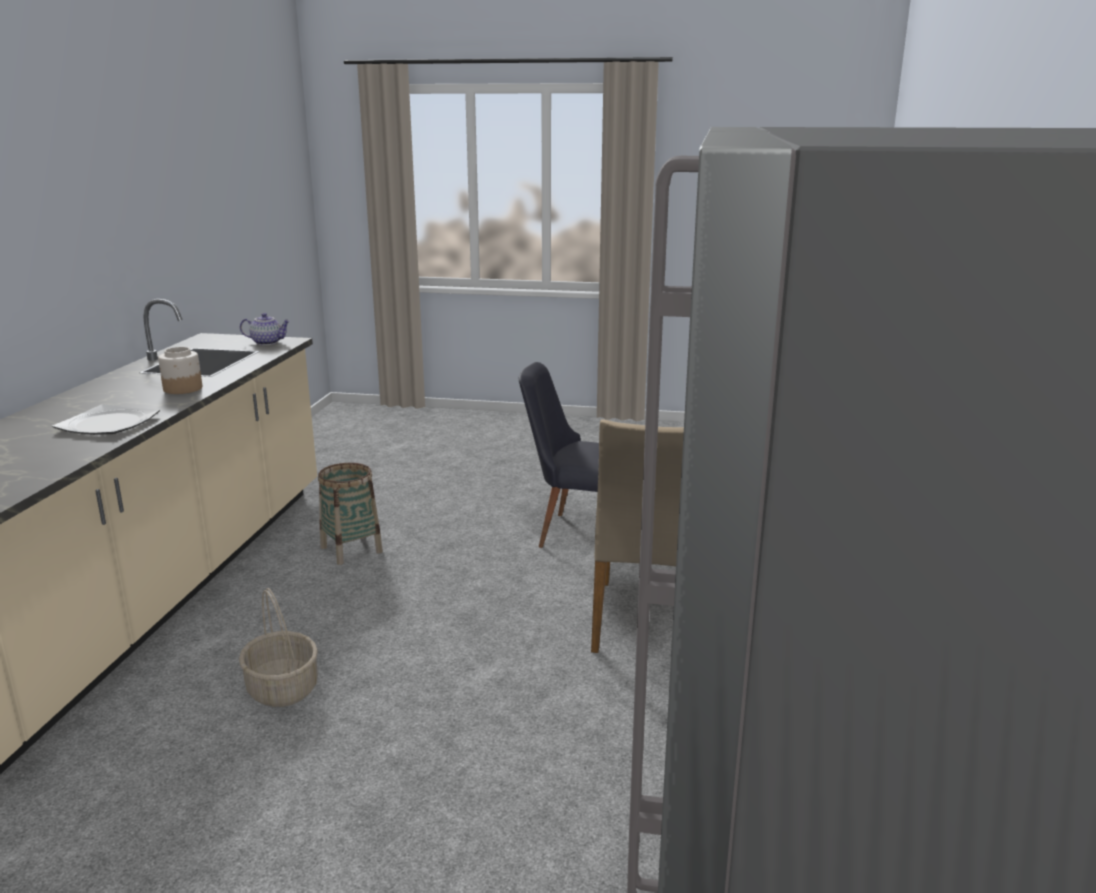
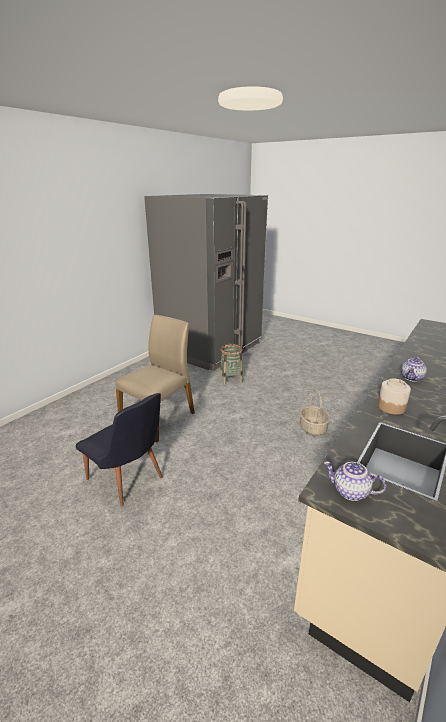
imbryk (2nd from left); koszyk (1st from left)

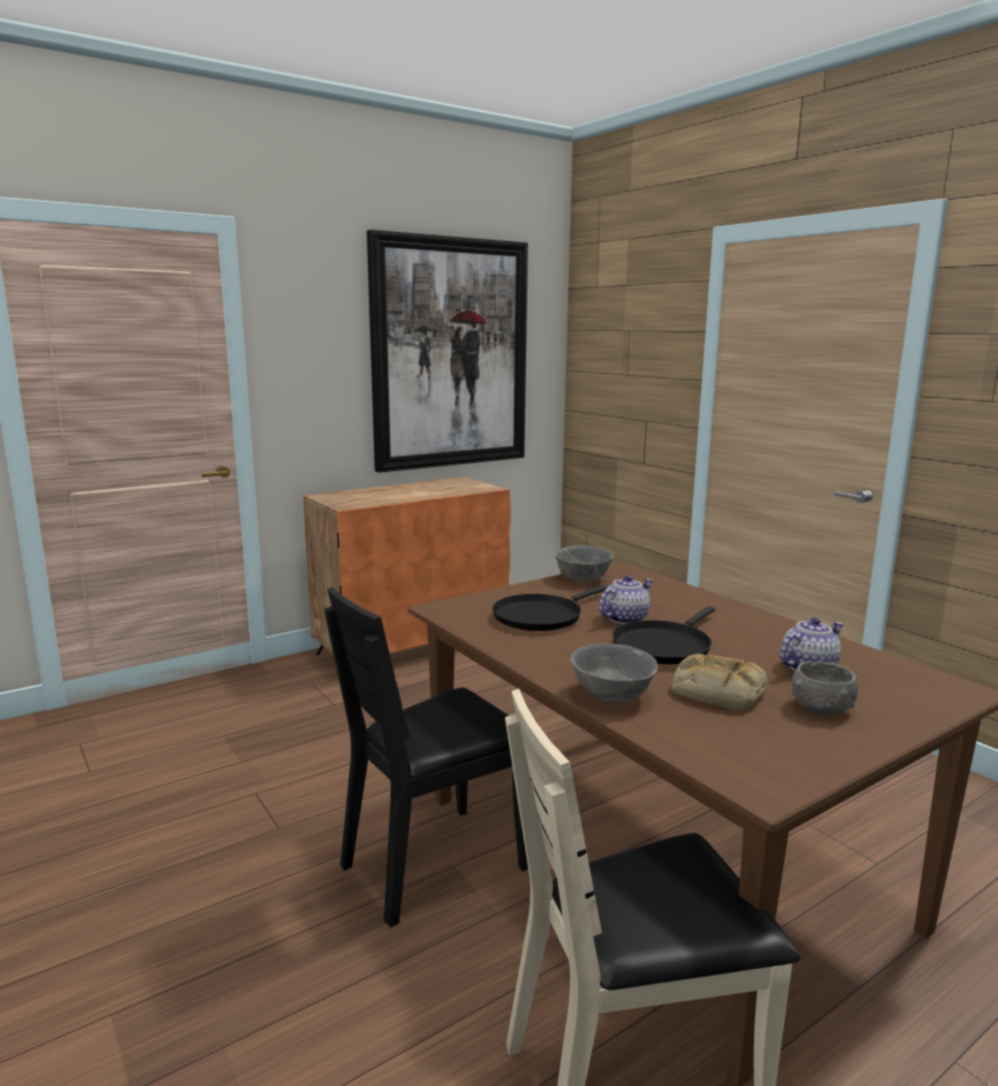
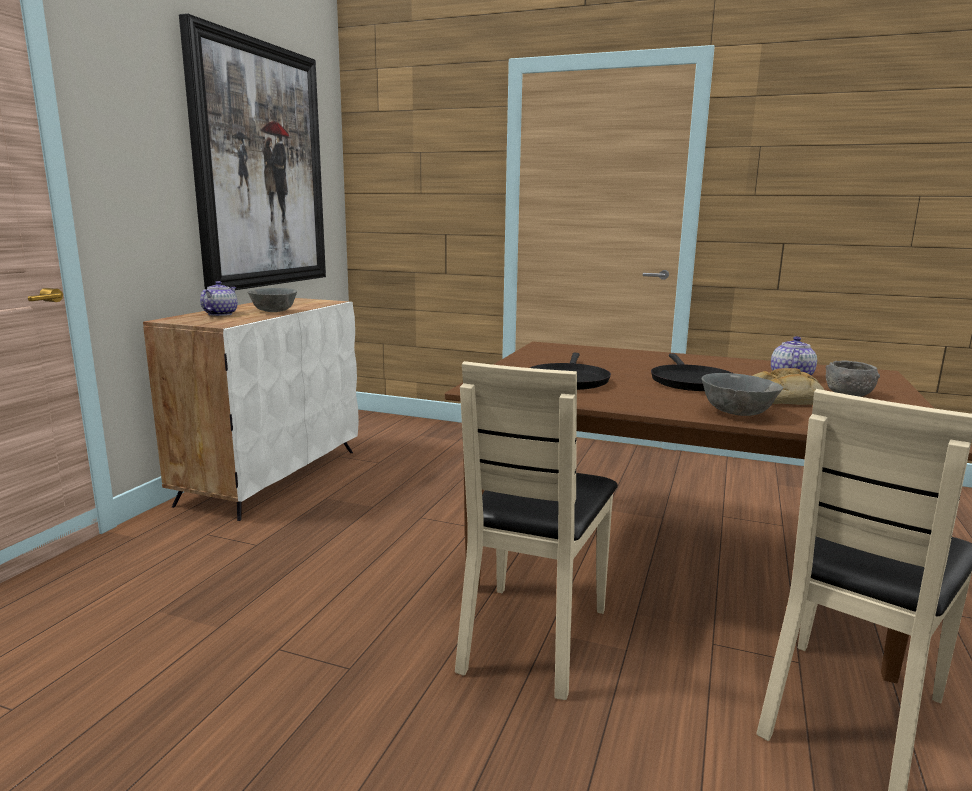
szafka [biały]; krzesło [beżowy] (1st from left); miska [szary] (1st from left); imbryk (1st from left)

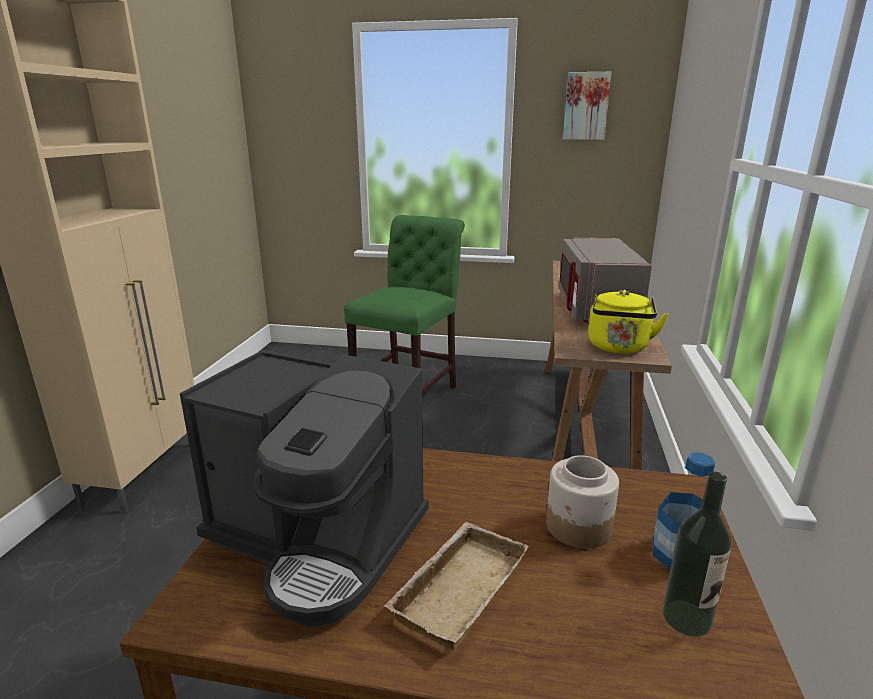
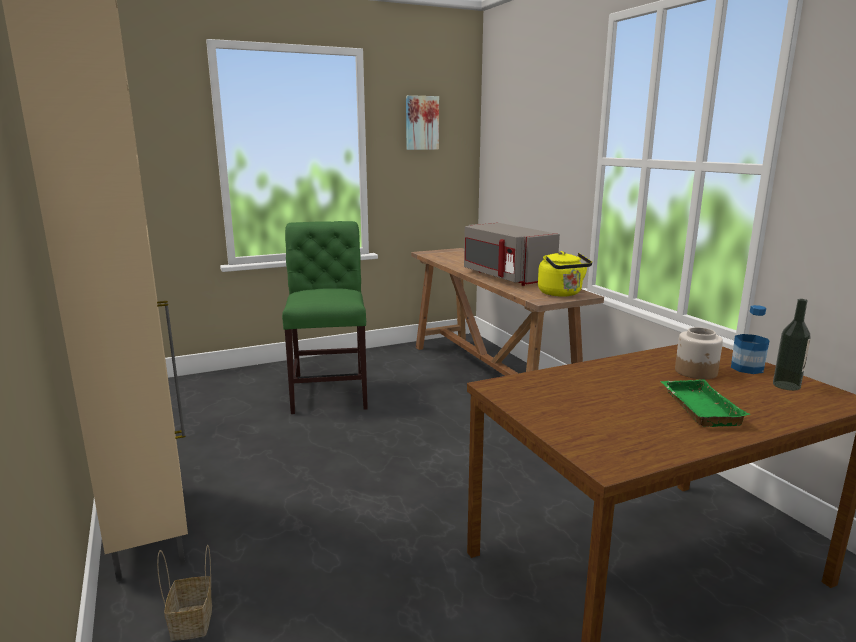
ekspres do kawy; taca [zielony]; koszyk

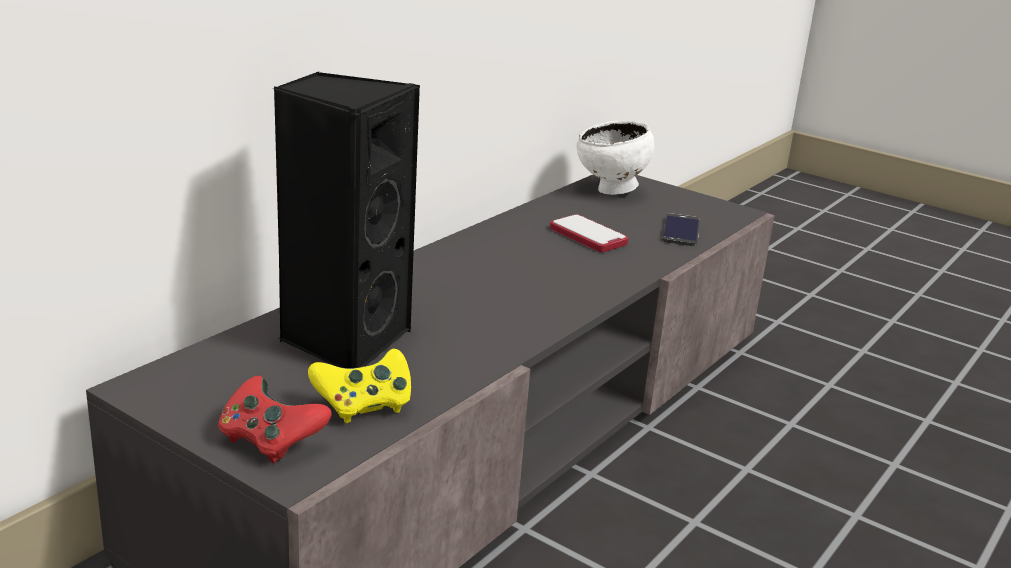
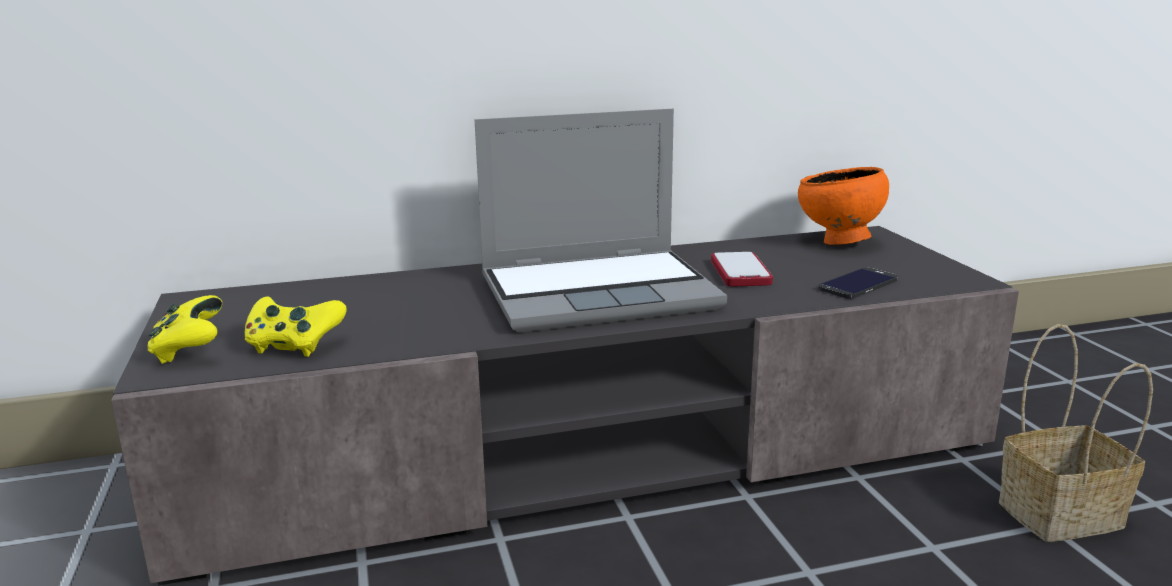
pad do gier [żółty] (1st from left); głośnik [czarny]; miska [pomarańczowy]; laptop; koszyk

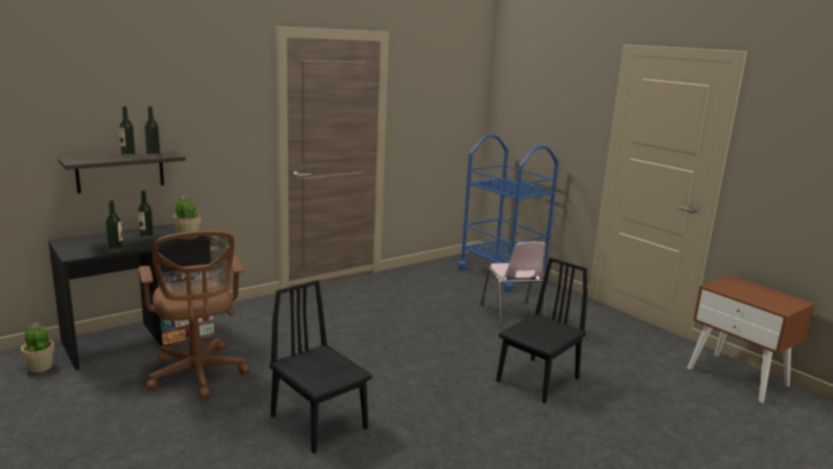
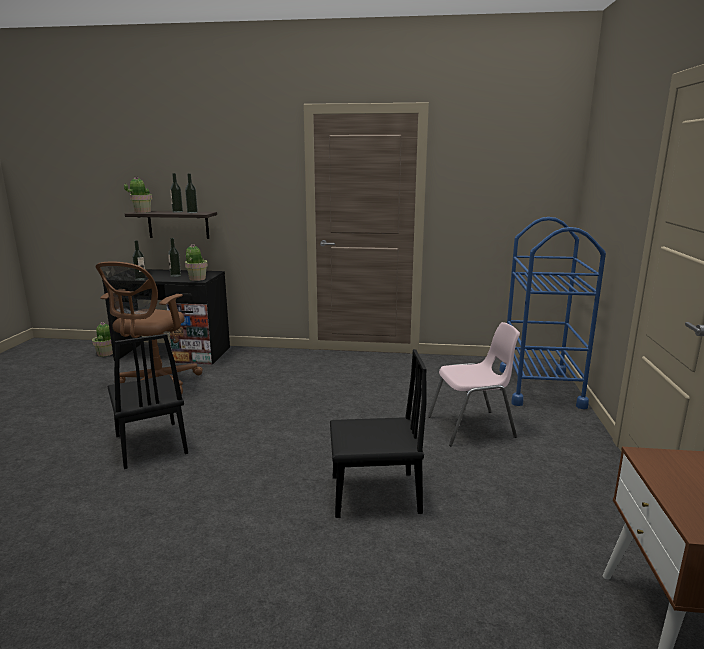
krzesło [czarny] (1st from left); krzesło [różowy]; roślina doniczkowa (2nd from left)

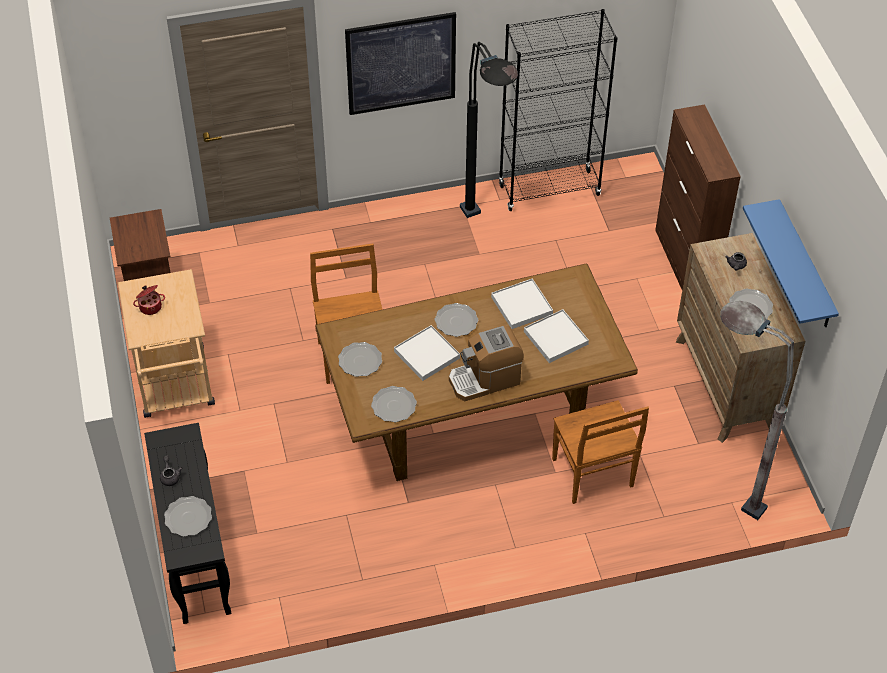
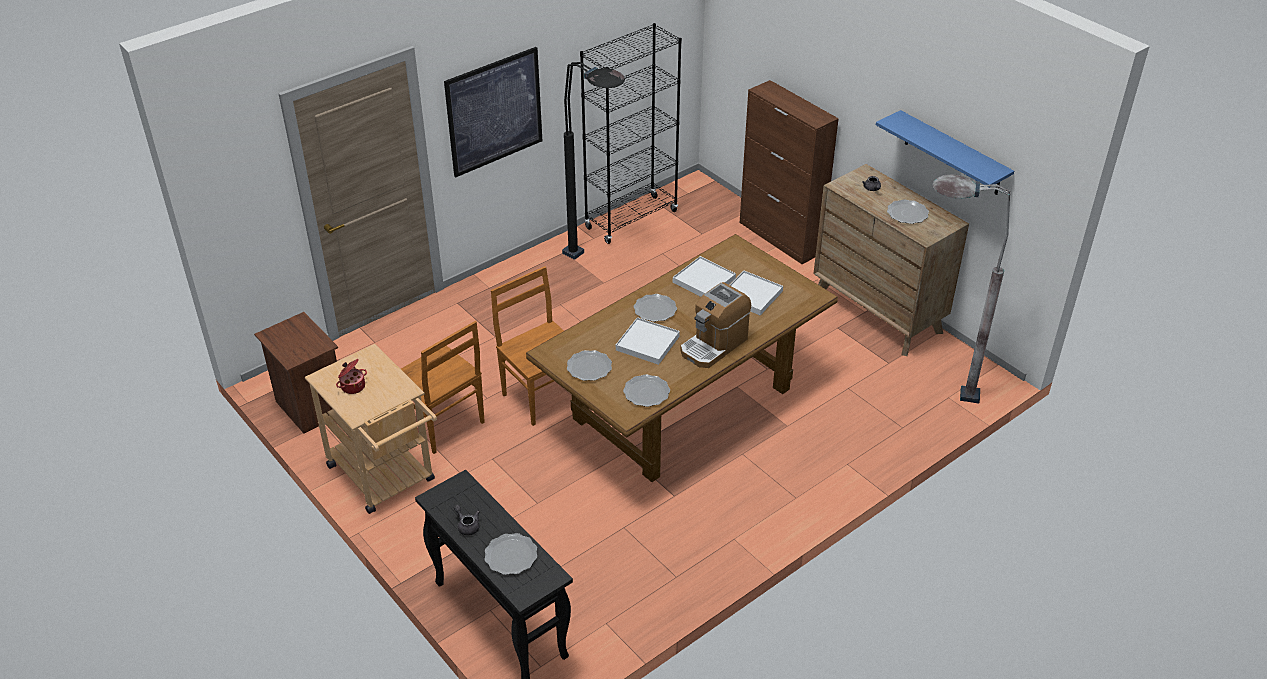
krzesło [brązowy] (1st from left)

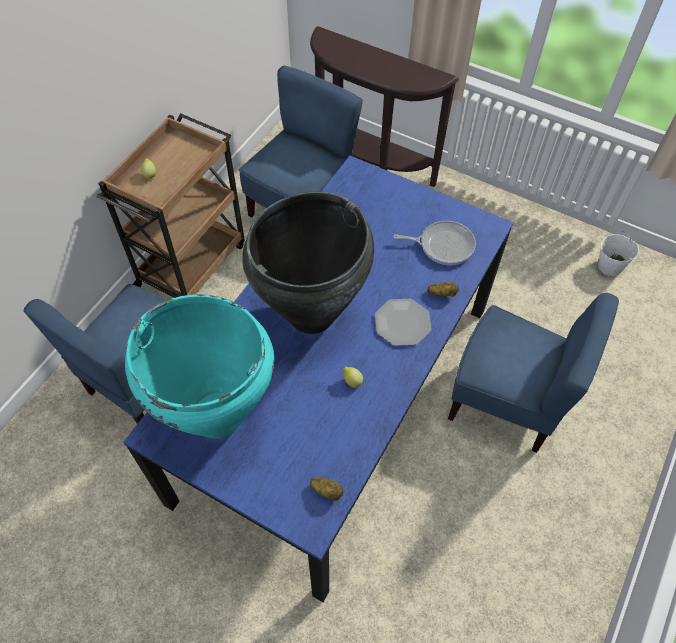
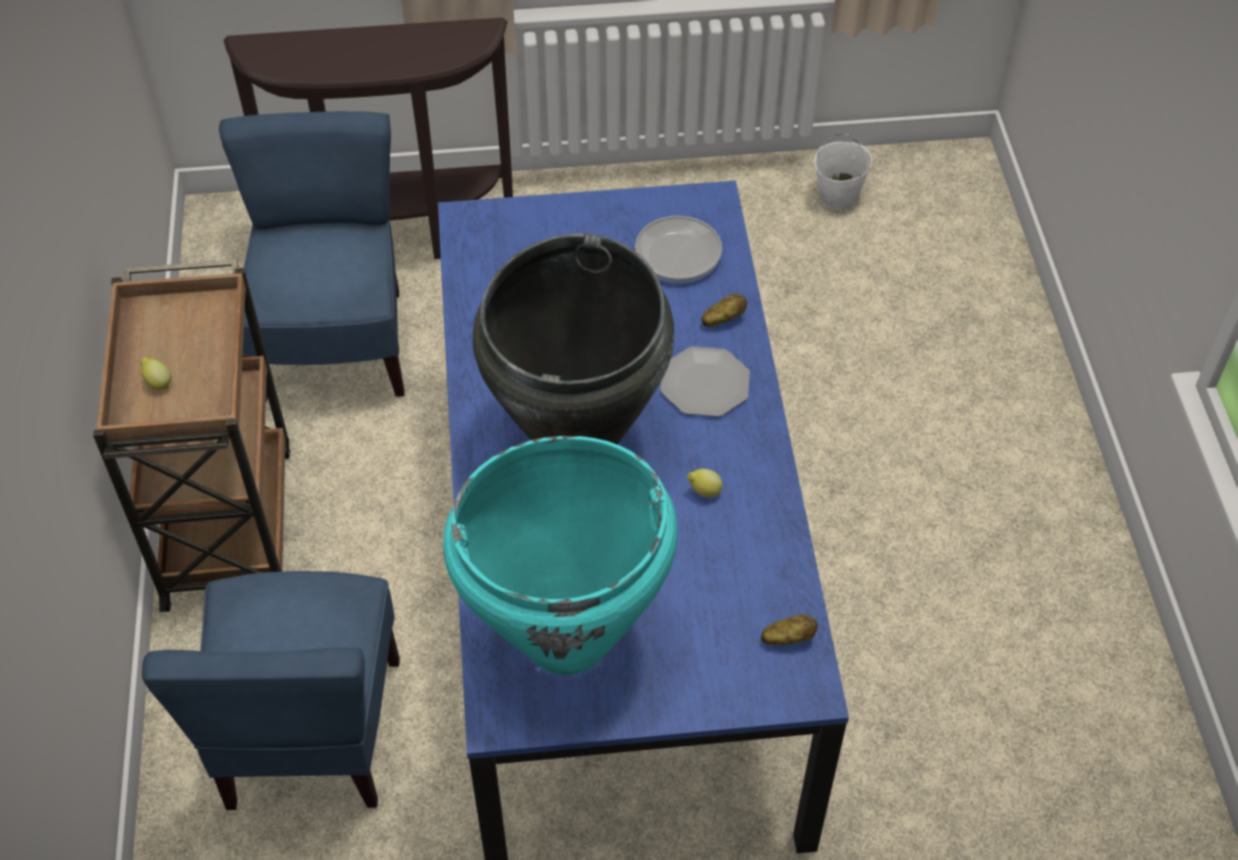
krzesło [niebieski] (3rd from left in the first image)

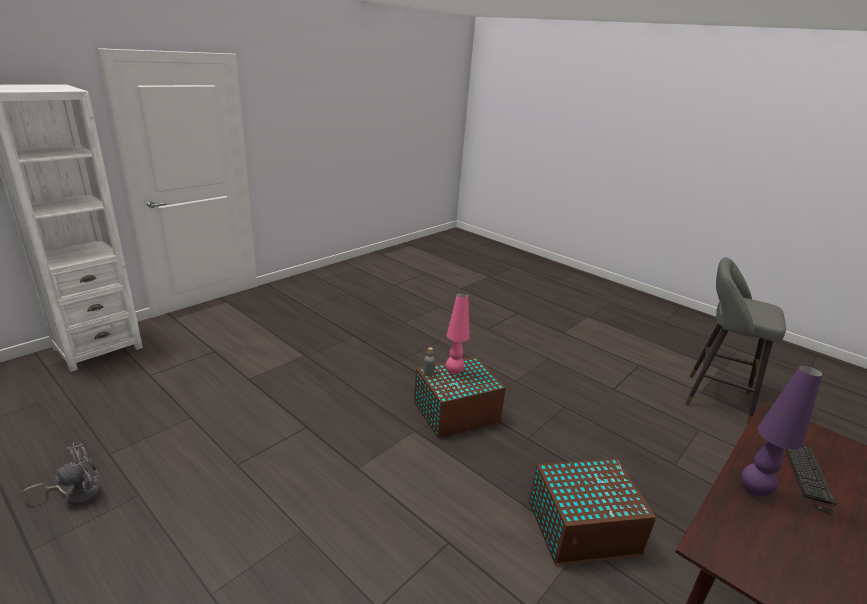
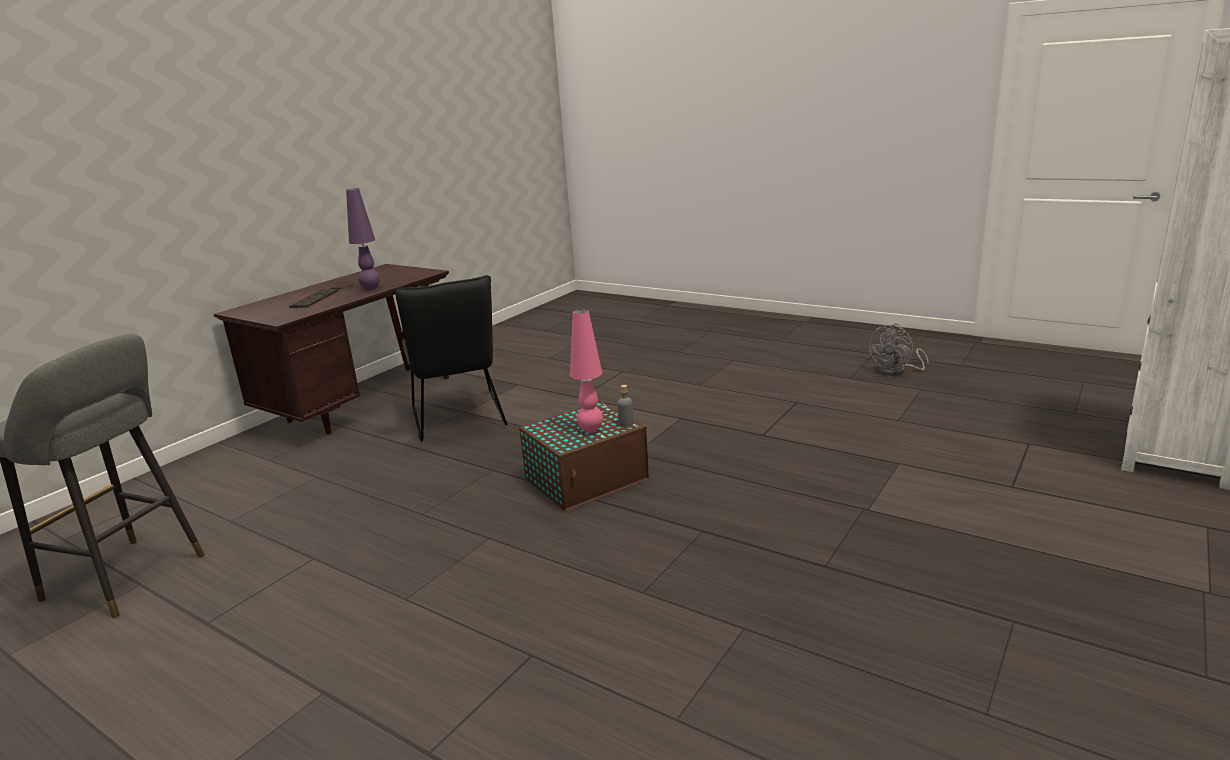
krzesło [czarny]

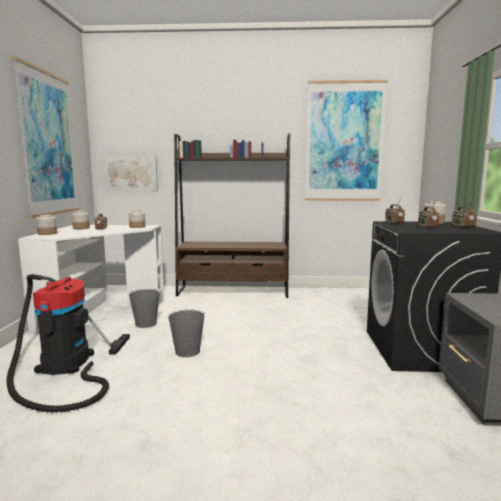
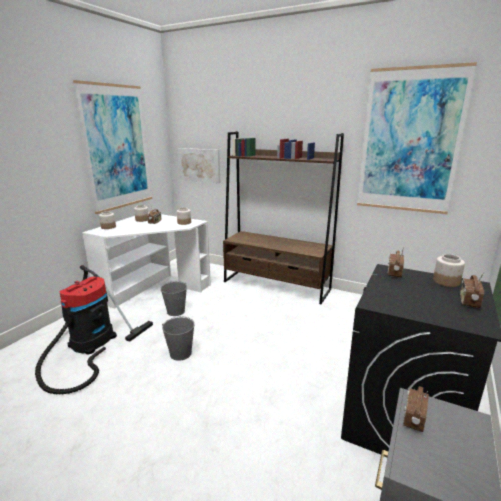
radio (3rd from left)

